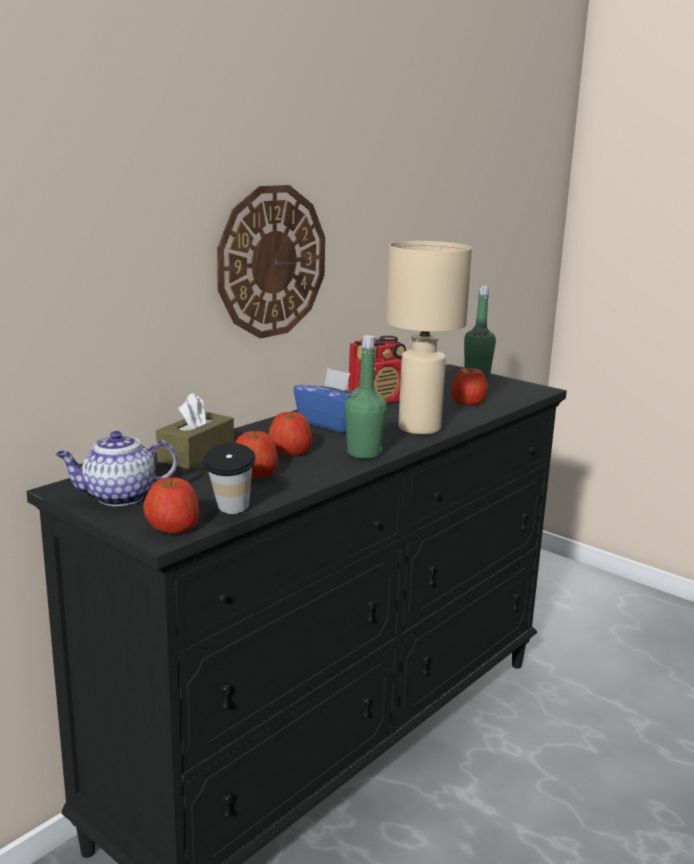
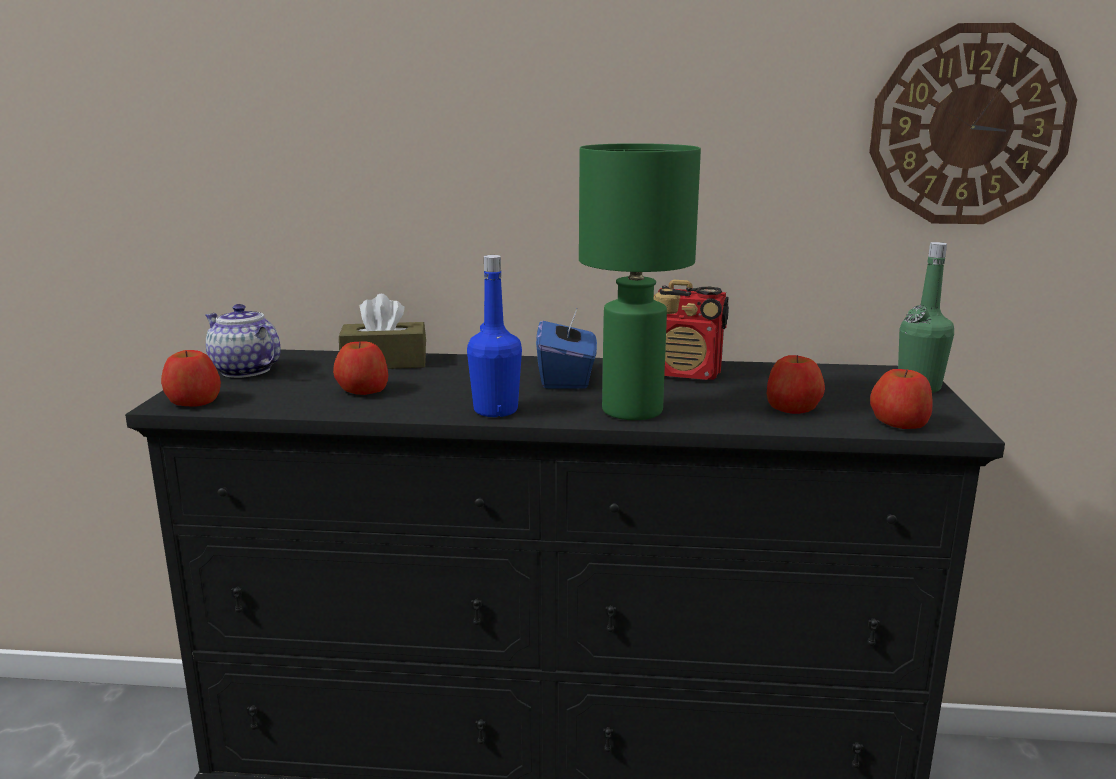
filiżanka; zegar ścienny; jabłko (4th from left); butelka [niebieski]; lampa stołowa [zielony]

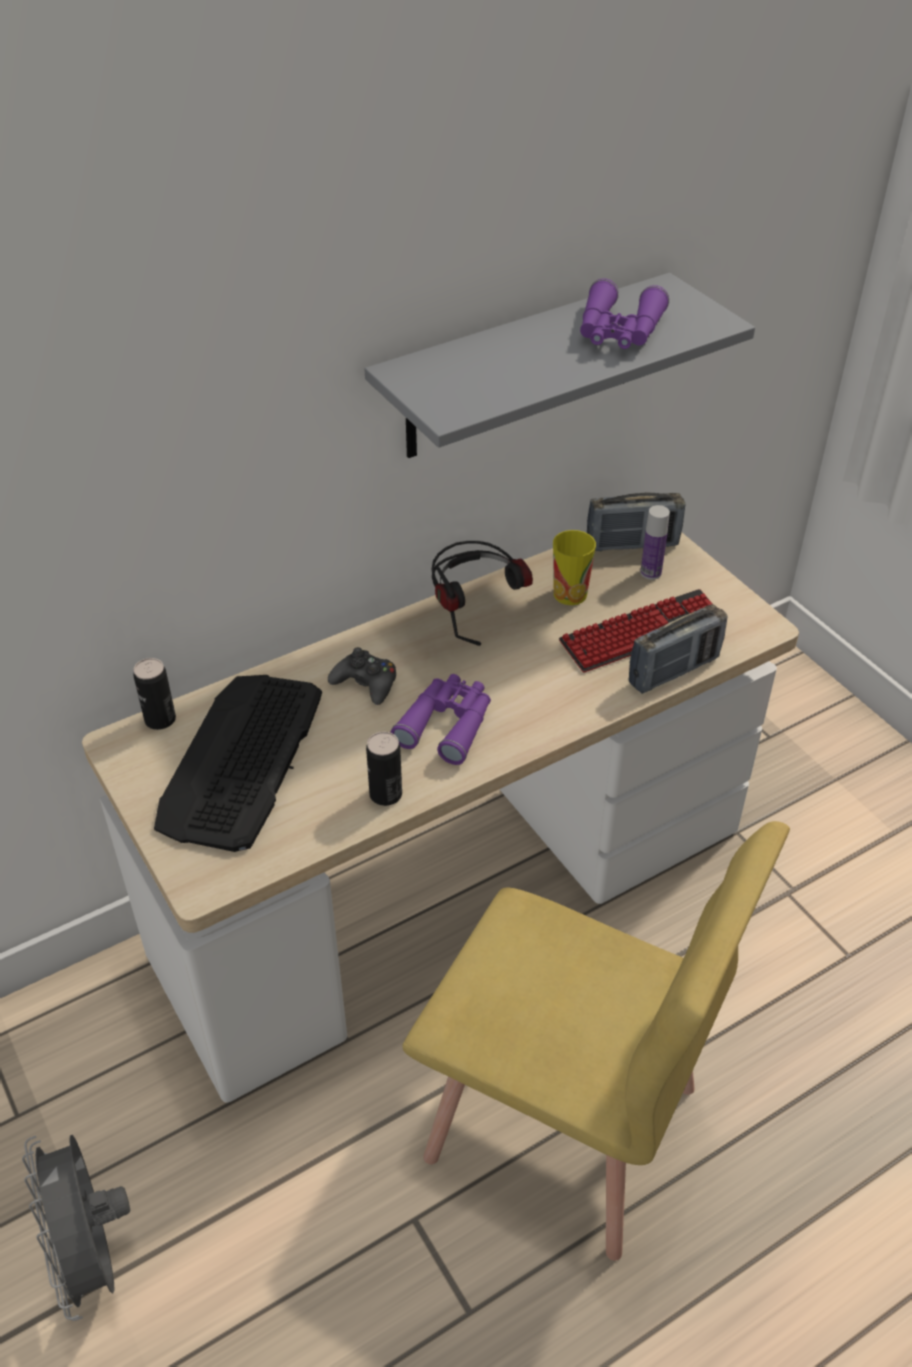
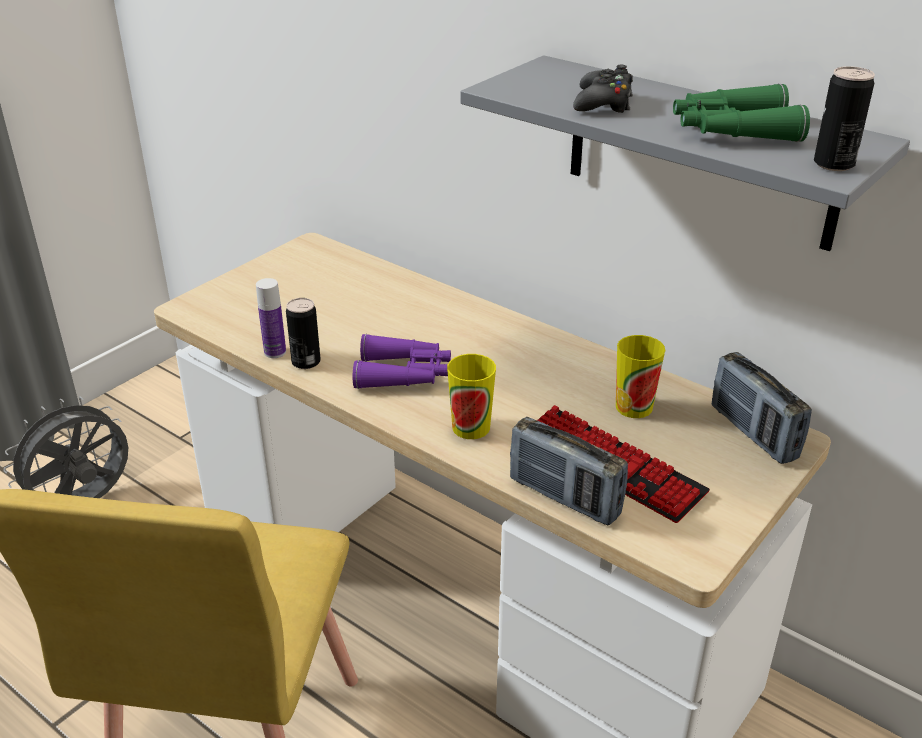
puszka (2nd from left); klawiatura (1st from left in the first image); pad do gier [czarny]; słuchawki; lornetka [zielony]; butelka; filiżanka (1st from left)

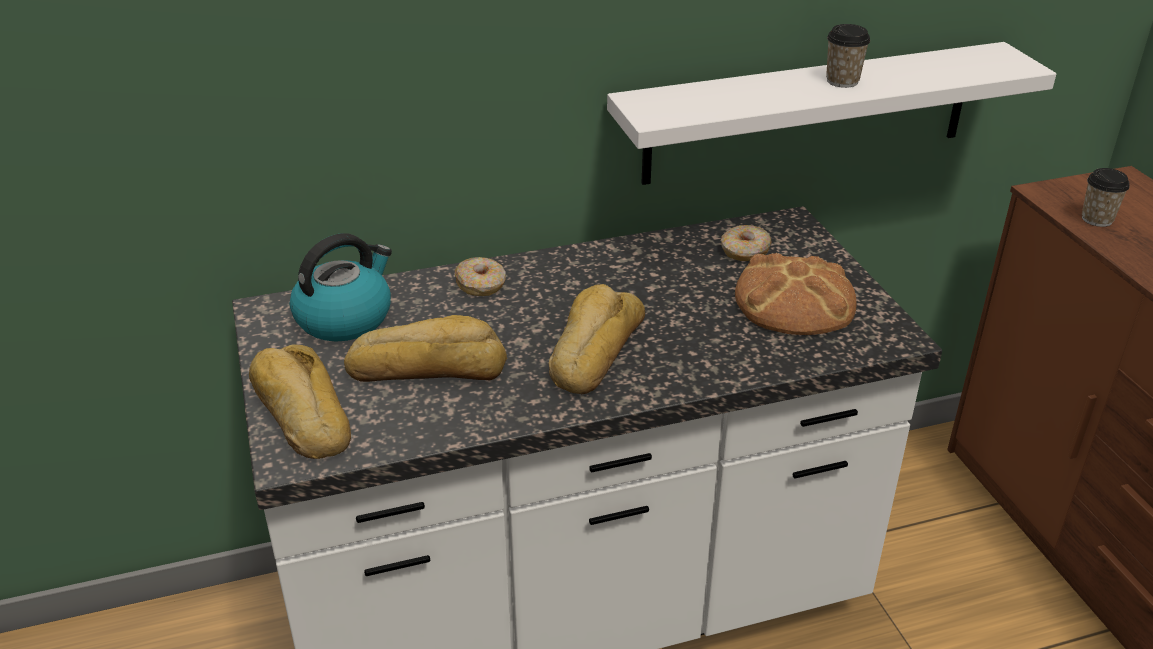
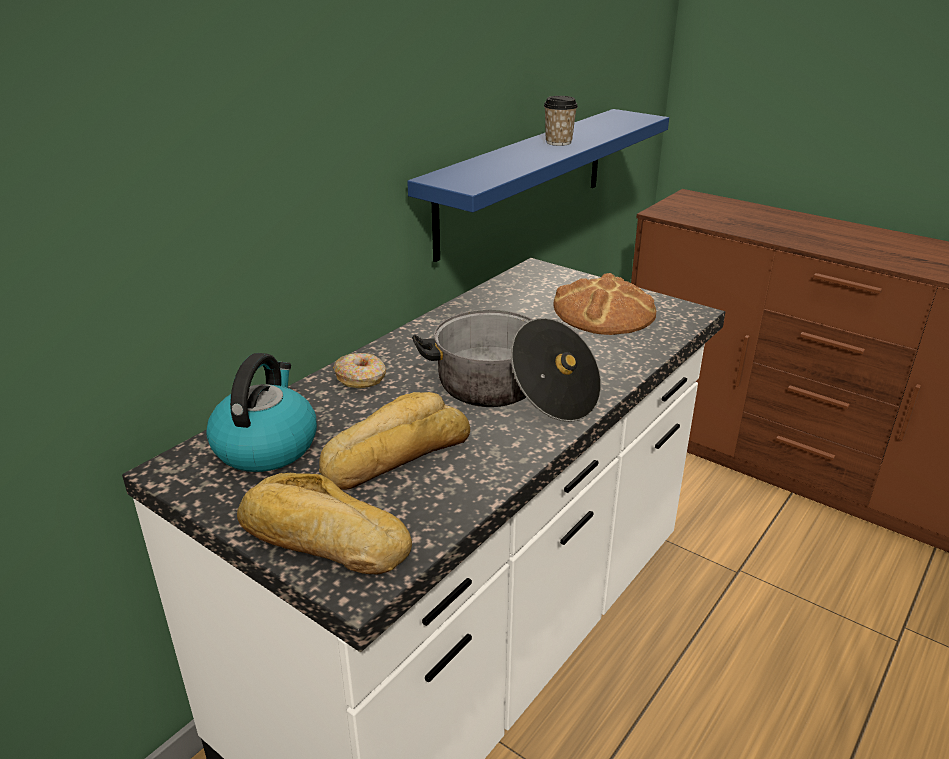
garnek; półka [niebieski]; donut (2nd from left in the first image); filiżanka (2nd from left in the first image)

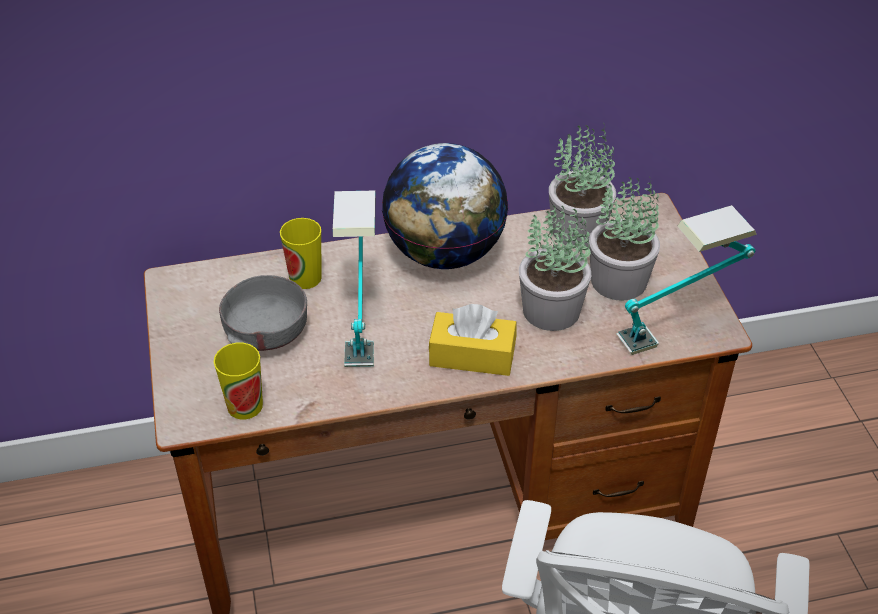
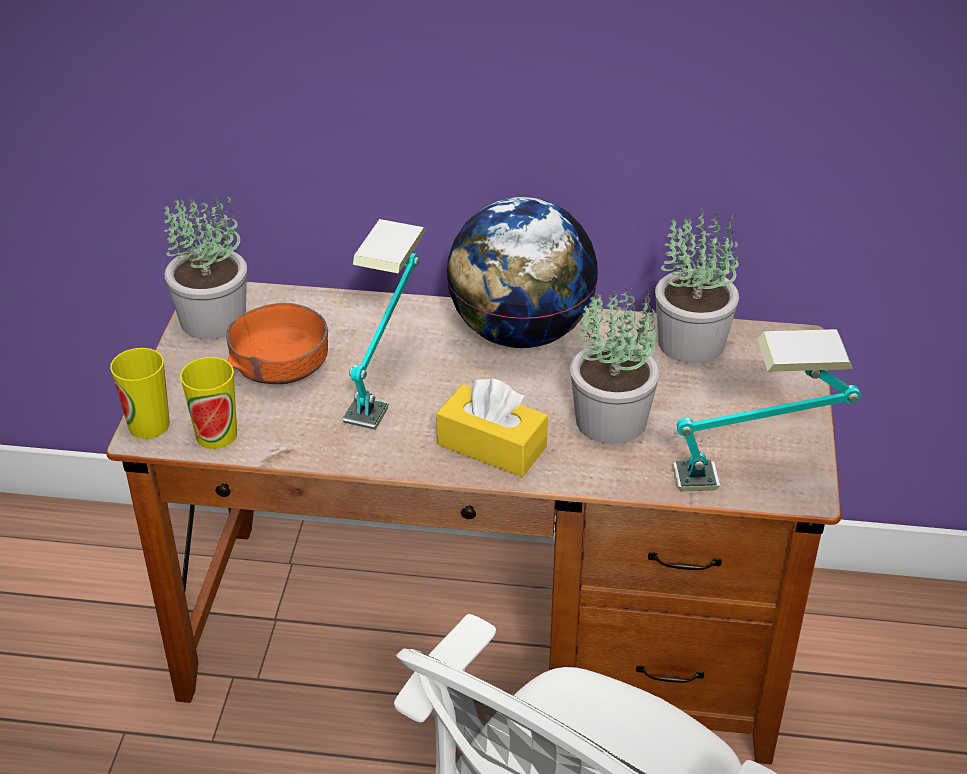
miska [pomarańczowy]; filiżanka (1st from left); roślina doniczkowa (1st from left)

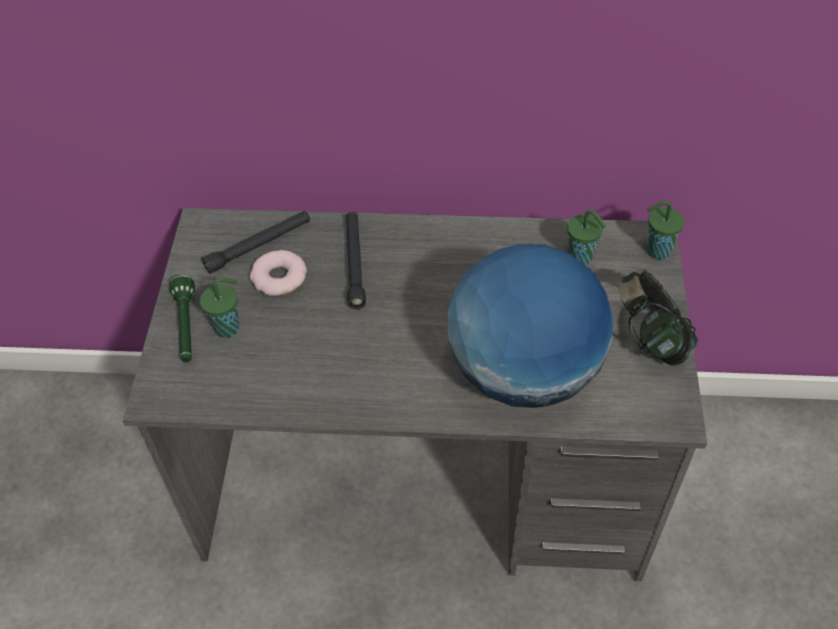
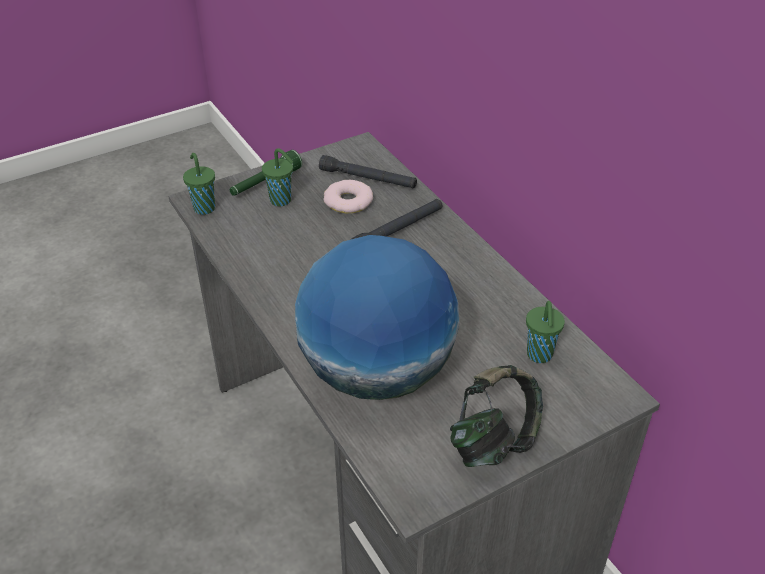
filiżanka [zielony] (1st from left)

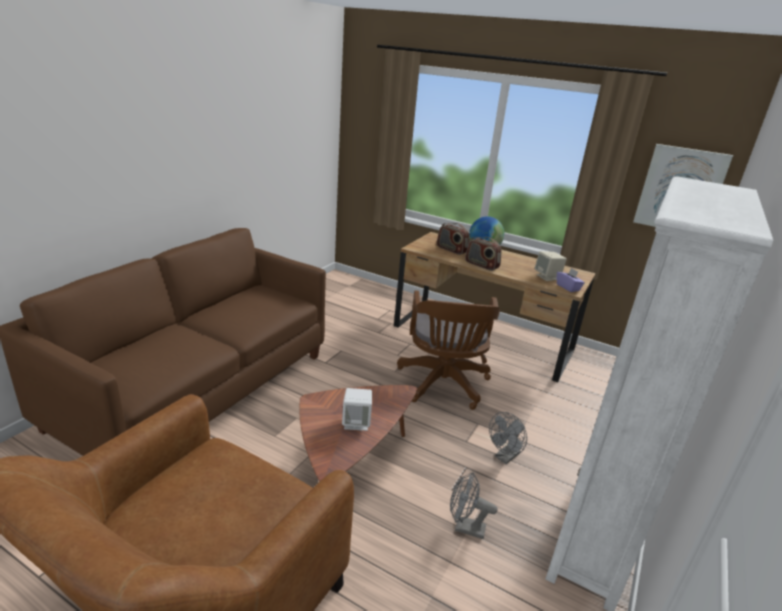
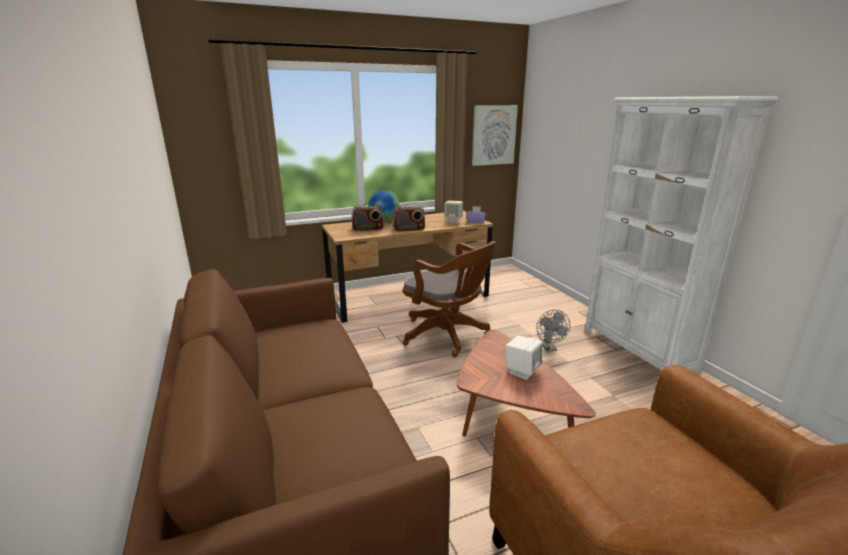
wentylator [szary] (1st from left in the first image)

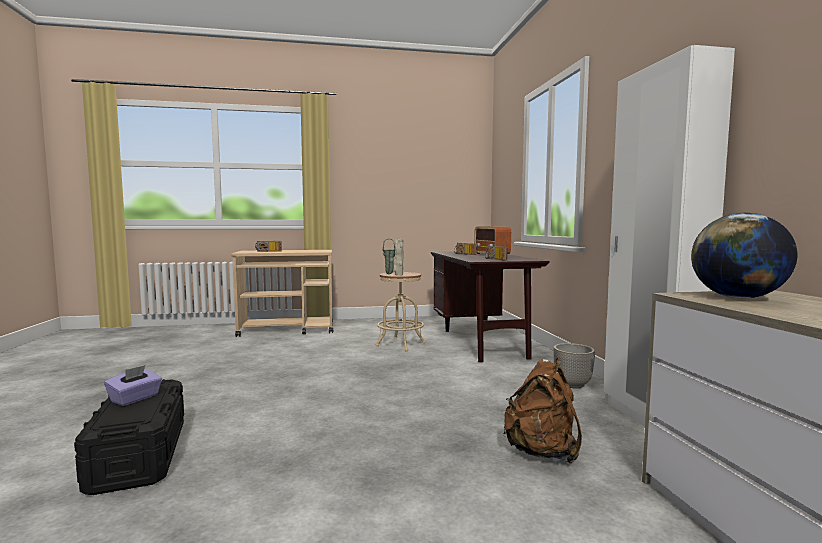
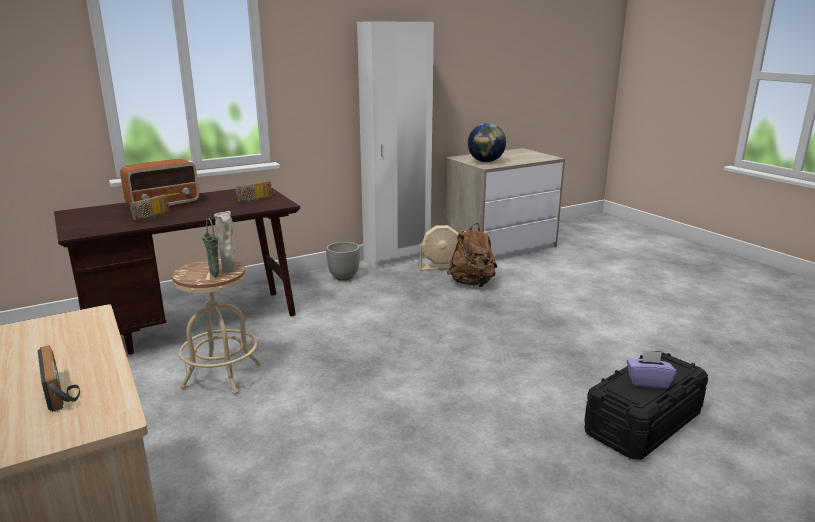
wentylator [beżowy]

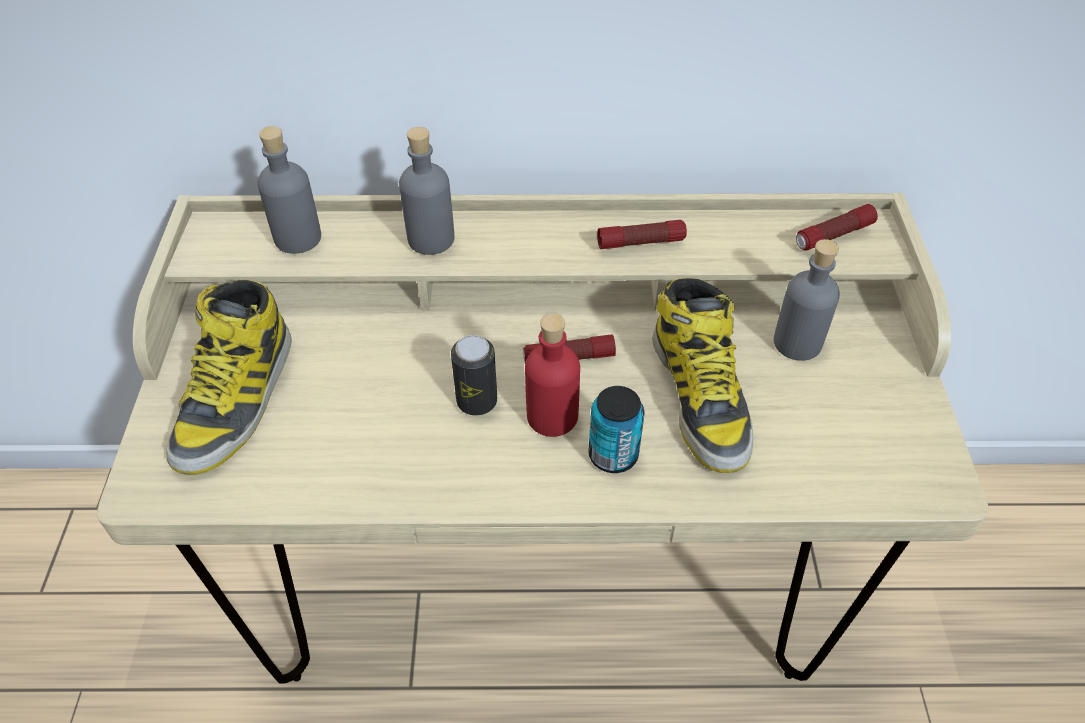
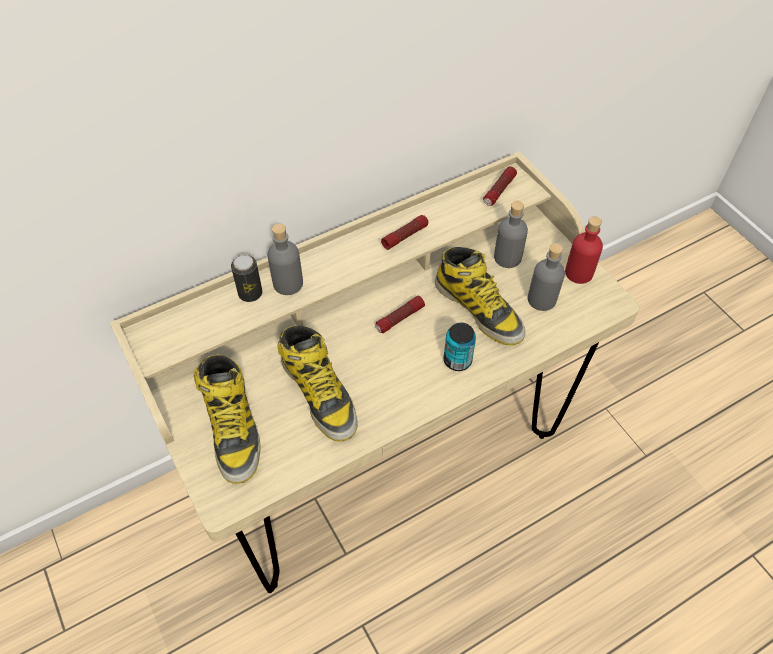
butelka [szary] (3rd from left); puszka (1st from left); butelka [czerwony]; but z cholewką (2nd from left)

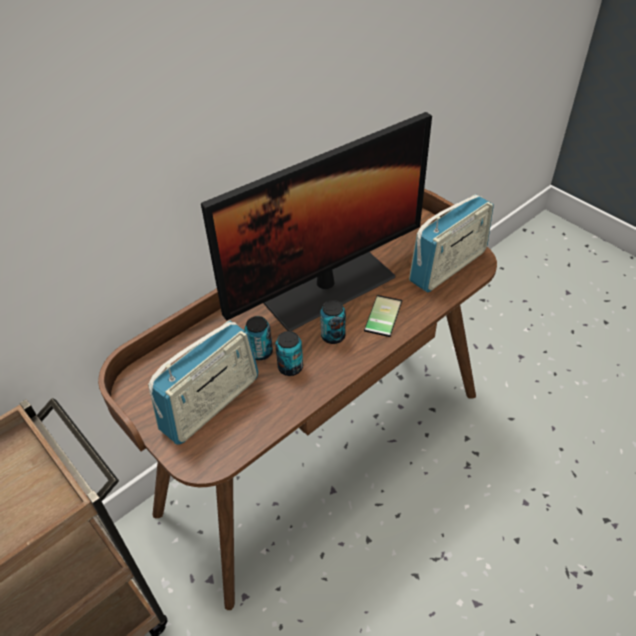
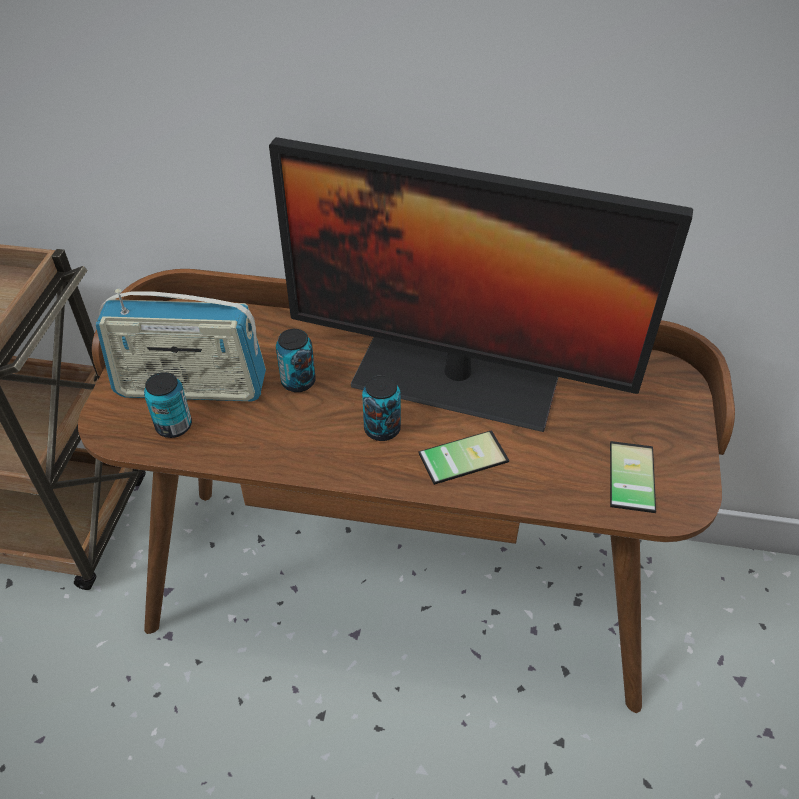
puszka (1st from left); telefon (2nd from left)

